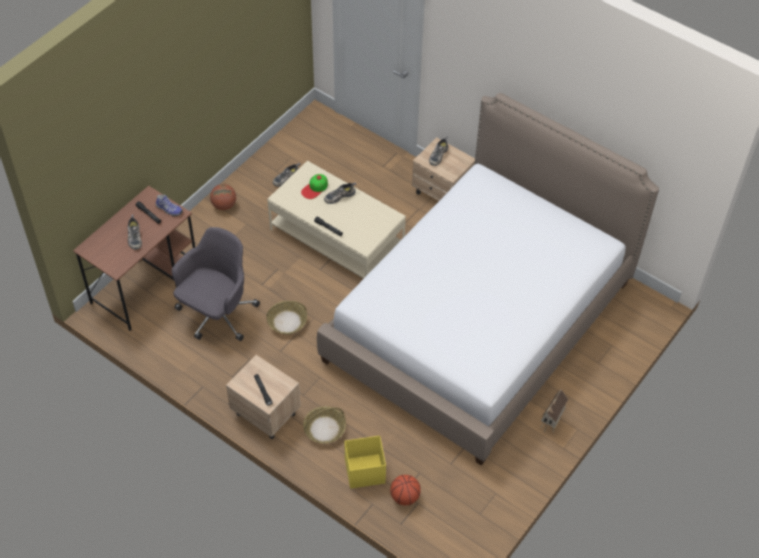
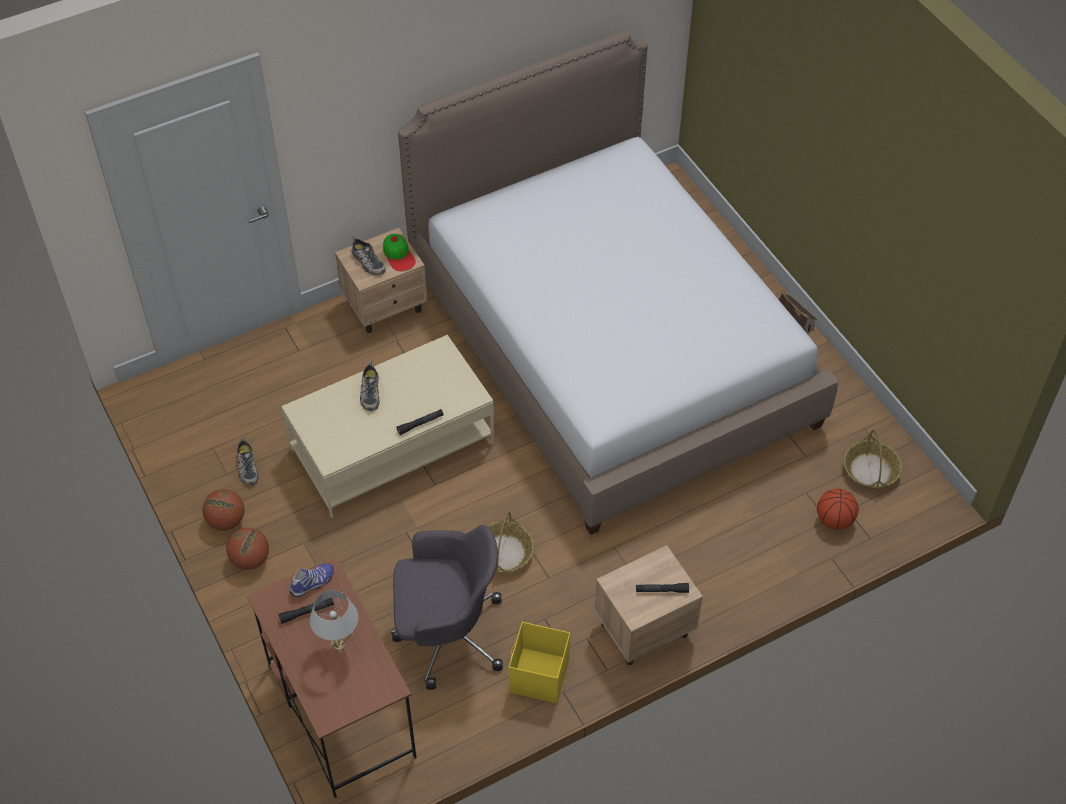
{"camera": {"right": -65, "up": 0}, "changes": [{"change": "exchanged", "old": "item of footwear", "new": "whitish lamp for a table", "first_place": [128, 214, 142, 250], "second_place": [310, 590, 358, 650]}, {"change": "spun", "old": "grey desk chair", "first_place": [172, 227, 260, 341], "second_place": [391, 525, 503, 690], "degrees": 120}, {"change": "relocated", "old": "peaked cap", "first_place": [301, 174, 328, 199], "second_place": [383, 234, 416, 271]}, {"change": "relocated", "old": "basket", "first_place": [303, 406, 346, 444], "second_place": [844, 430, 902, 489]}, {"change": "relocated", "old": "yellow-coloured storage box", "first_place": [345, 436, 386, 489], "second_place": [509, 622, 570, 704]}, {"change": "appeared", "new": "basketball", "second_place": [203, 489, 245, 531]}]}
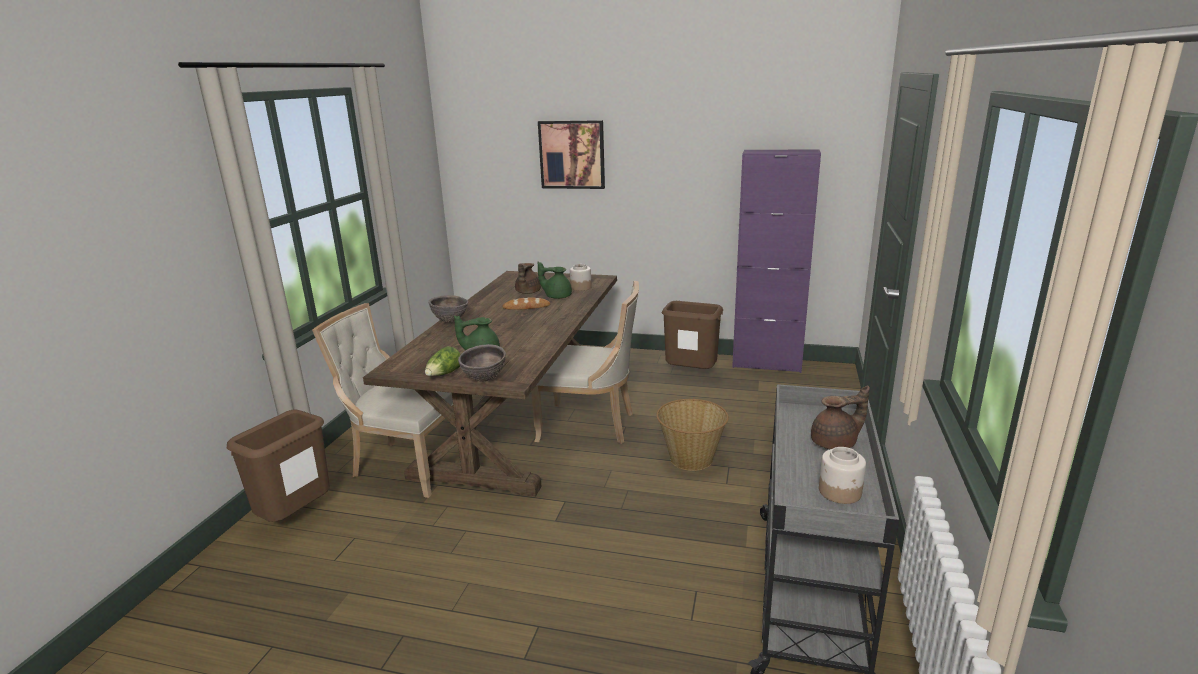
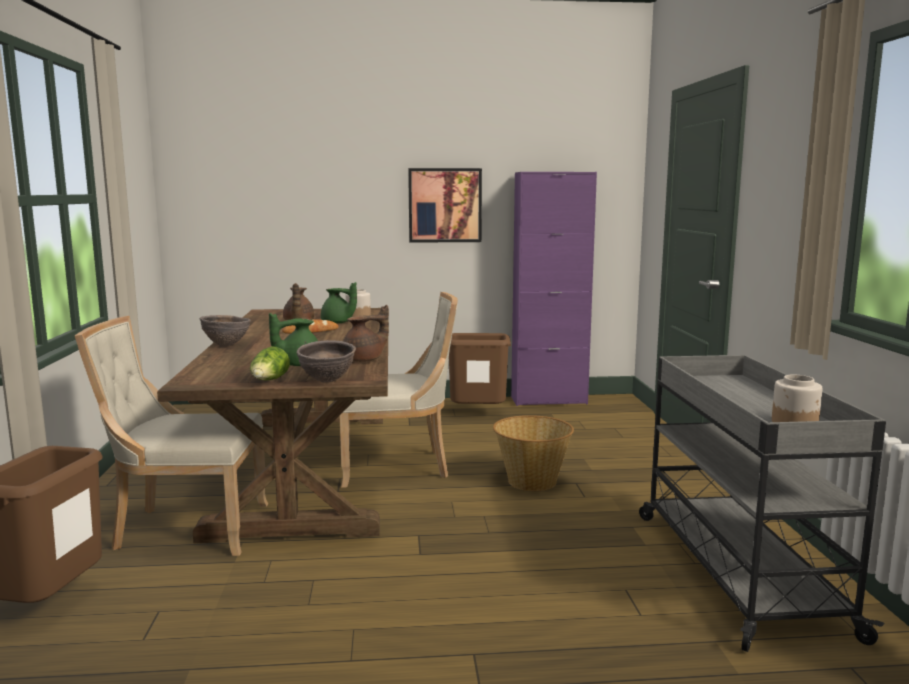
{"camera": {"right": -20, "up": -10}, "changes": [{"change": "spun", "old": "greenish tea pot", "first_place": [537, 262, 572, 299], "second_place": [321, 282, 357, 324], "degrees": -150}, {"change": "relocated", "old": "wall picture", "first_place": [538, 120, 605, 189], "second_place": [408, 168, 482, 243]}, {"change": "relocated", "old": "brown tea pot", "first_place": [811, 385, 870, 449], "second_place": [343, 305, 389, 362]}]}
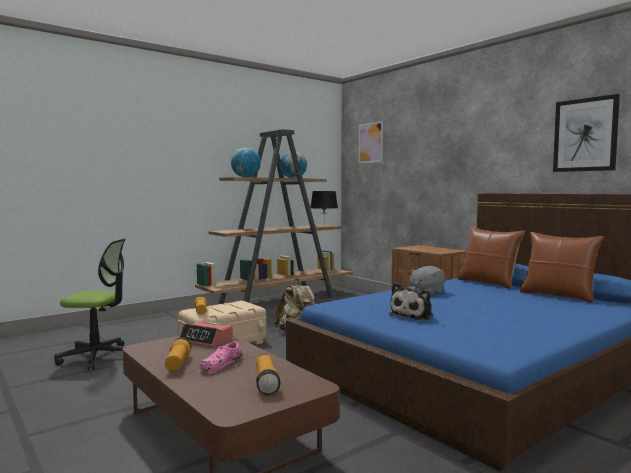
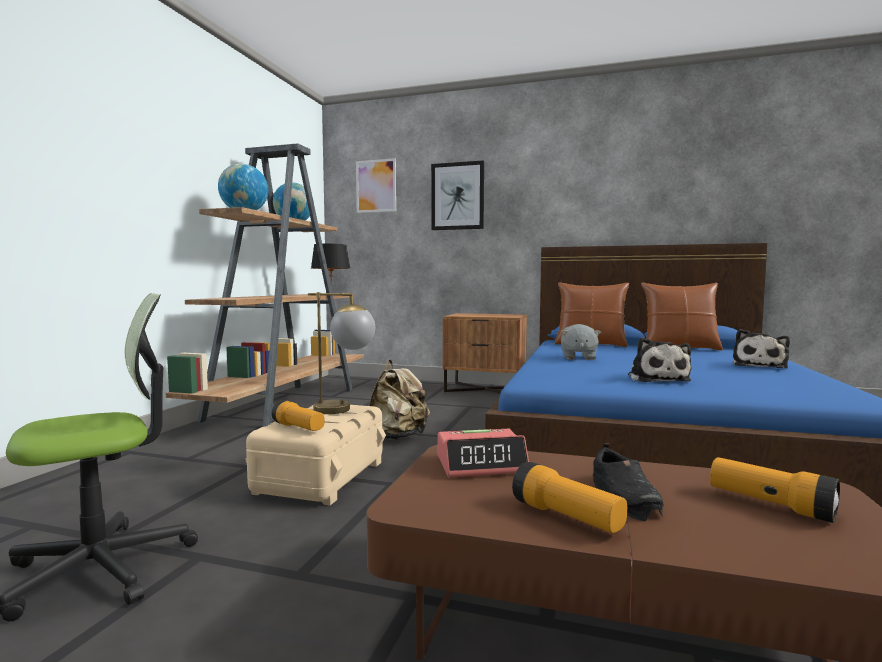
{"camera": {"right": -35, "up": 0}, "changes": [{"change": "colour", "old": "pinkish item of footwear", "new": "black item of footwear", "first_place": [198, 338, 243, 374], "second_place": [593, 443, 664, 522]}, {"change": "relocated", "old": "wall picture", "first_place": [553, 94, 620, 172], "second_place": [431, 160, 484, 230]}, {"change": "appeared", "new": "lamp for a table", "second_place": [308, 292, 375, 414]}, {"change": "appeared", "new": "plush toy", "second_place": [733, 329, 790, 369]}]}
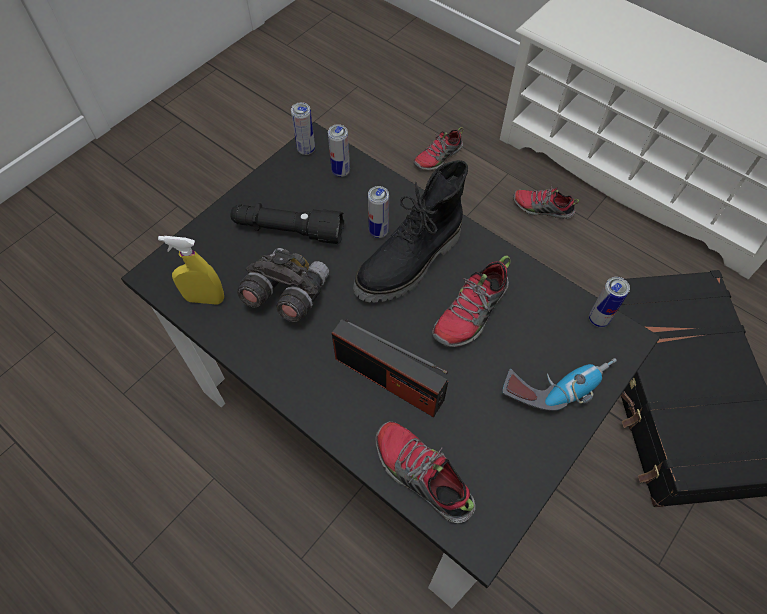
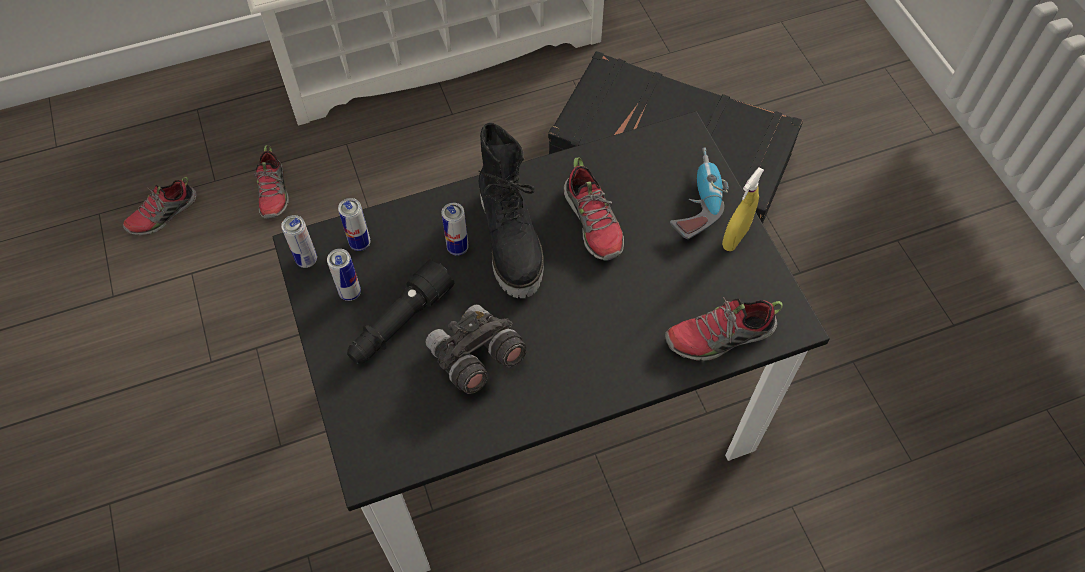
{"camera": {"right": -60, "up": 0}, "changes": [{"change": "relocated", "old": "yellow-coloured spray bottle", "first_place": [158, 236, 224, 305], "second_place": [722, 167, 764, 251]}, {"change": "missing", "old": "radio set", "first_place": [332, 319, 448, 417]}, {"change": "relocated", "old": "item of footwear", "first_place": [513, 184, 579, 219], "second_place": [123, 177, 197, 236]}, {"change": "relocated", "old": "can", "first_place": [589, 277, 630, 328], "second_place": [327, 249, 361, 301]}]}
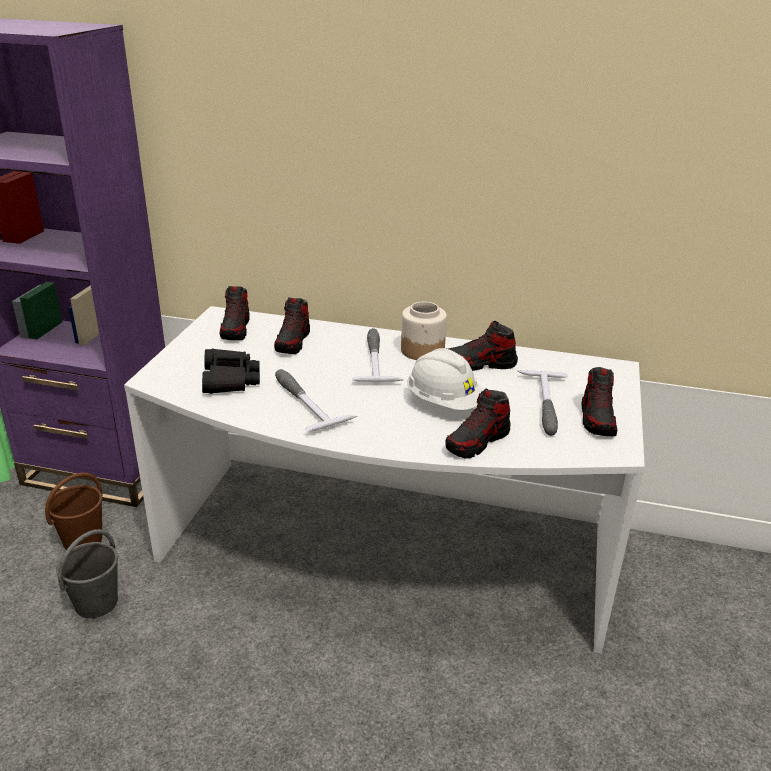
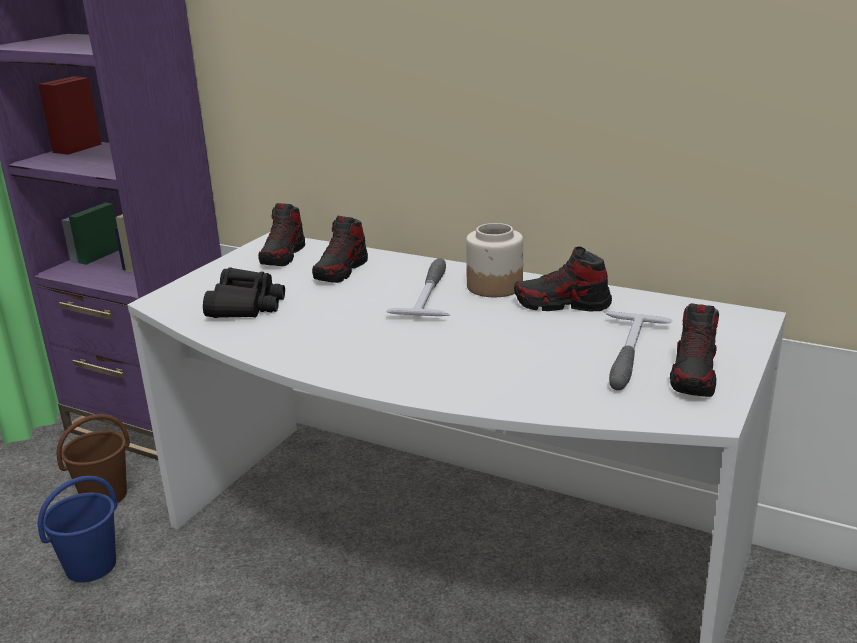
{"camera": {"right": 15, "up": -5}, "changes": [{"change": "colour", "old": "grey pail", "new": "blue pail", "first_place": [56, 529, 118, 618], "second_place": [38, 476, 117, 583]}, {"change": "missing", "old": "hammer", "first_place": [275, 369, 357, 432]}, {"change": "missing", "old": "whitish work helmet", "first_place": [407, 348, 484, 410]}, {"change": "missing", "old": "item of footwear", "first_place": [446, 388, 510, 459]}]}
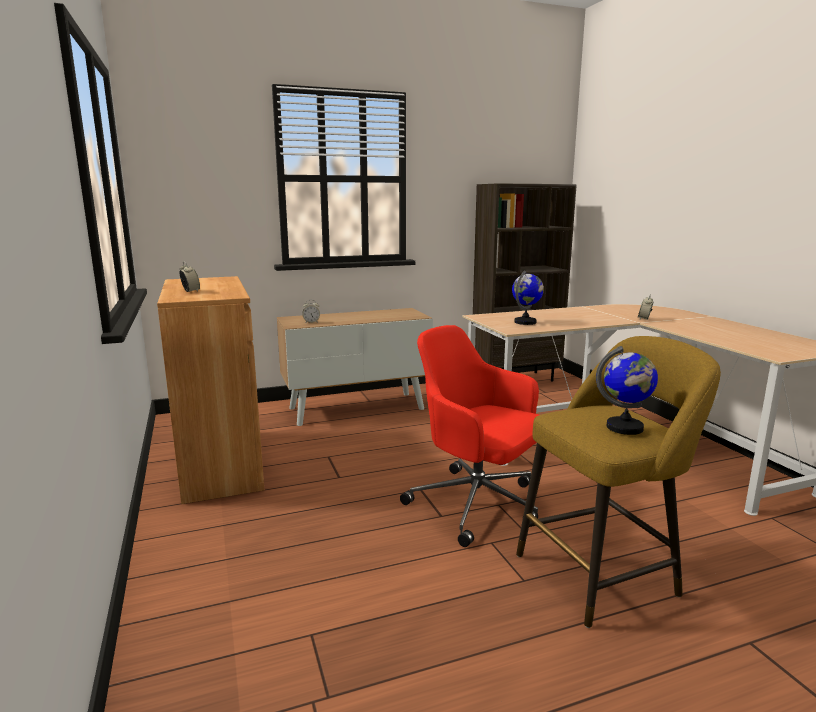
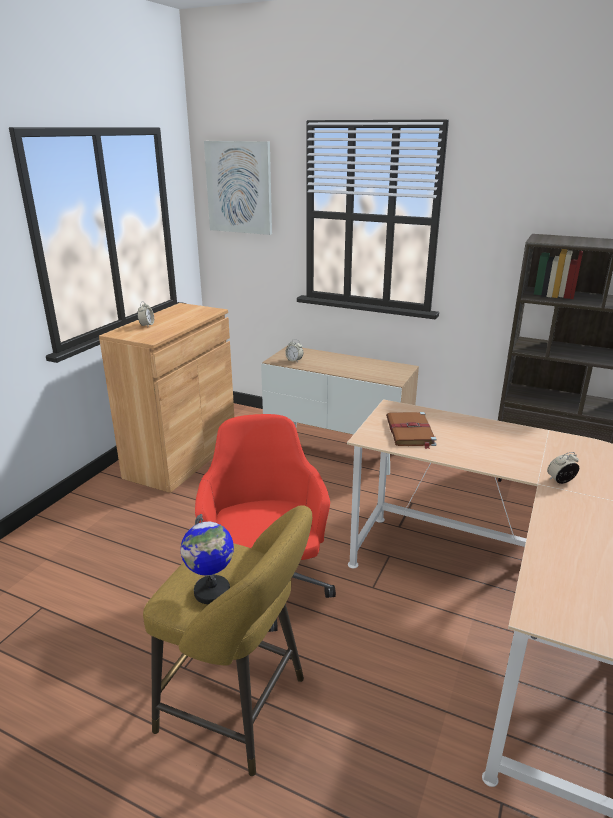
{"camera": {"right": 45, "up": 10}, "changes": [{"change": "exchanged", "old": "world globe", "new": "brown book", "first_place": [512, 270, 544, 325], "second_place": [386, 412, 436, 449]}, {"change": "appeared", "new": "wall picture", "second_place": [204, 141, 272, 235]}]}
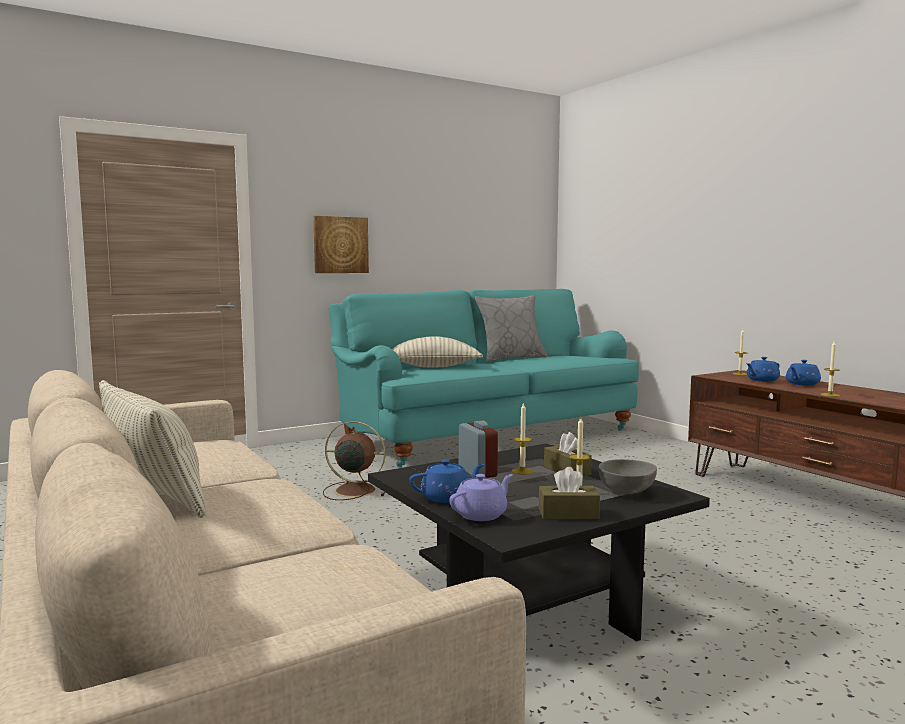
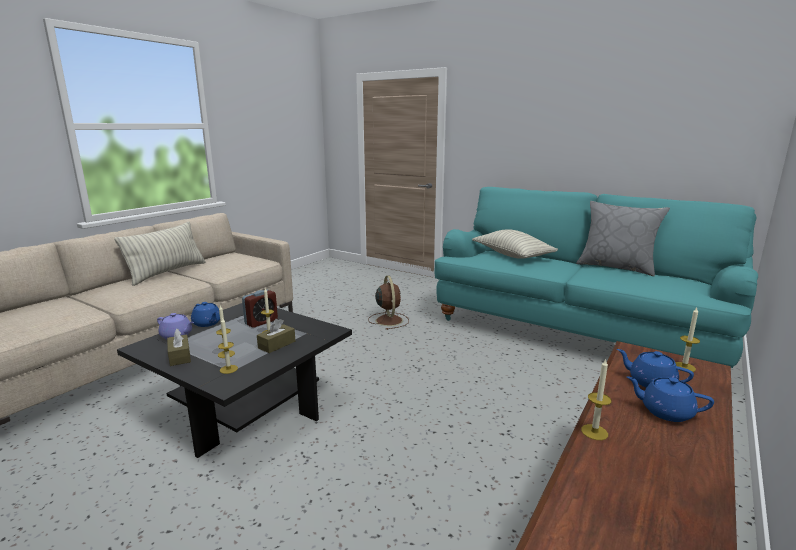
{"camera": {"right": 65, "up": 10}, "changes": [{"change": "missing", "old": "wall picture", "first_place": [313, 216, 369, 273]}, {"change": "exchanged", "old": "grey bowl", "new": "wax light", "first_place": [599, 459, 657, 494], "second_place": [218, 317, 238, 374]}]}
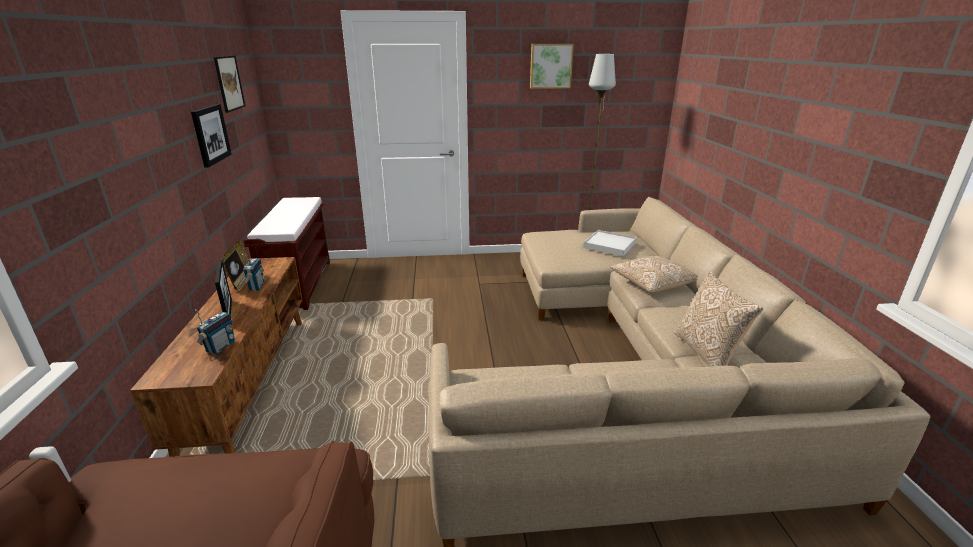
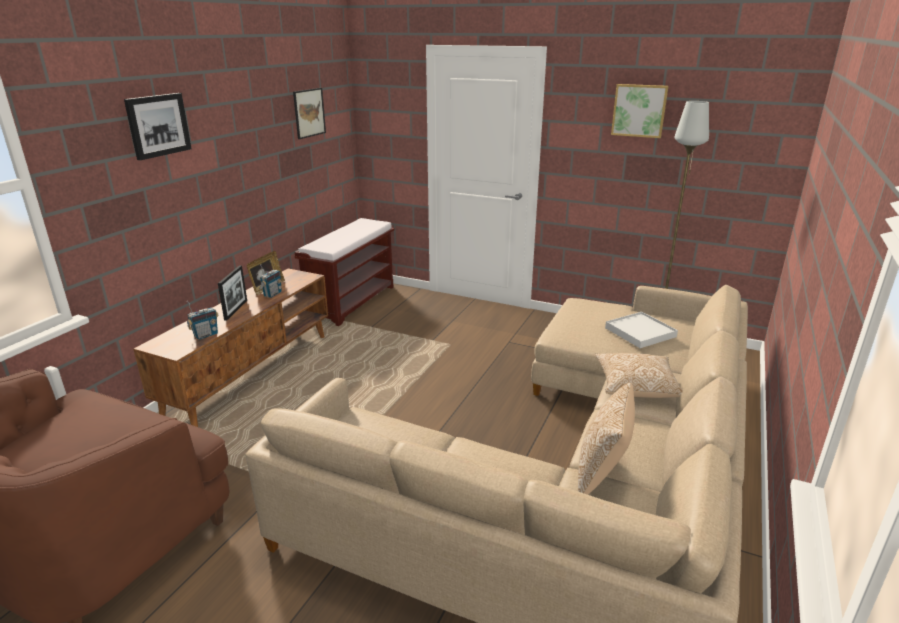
{"camera": {"right": 30, "up": 0}, "changes": [{"change": "relocated", "old": "wall picture", "first_place": [191, 104, 232, 167], "second_place": [124, 93, 192, 160]}]}
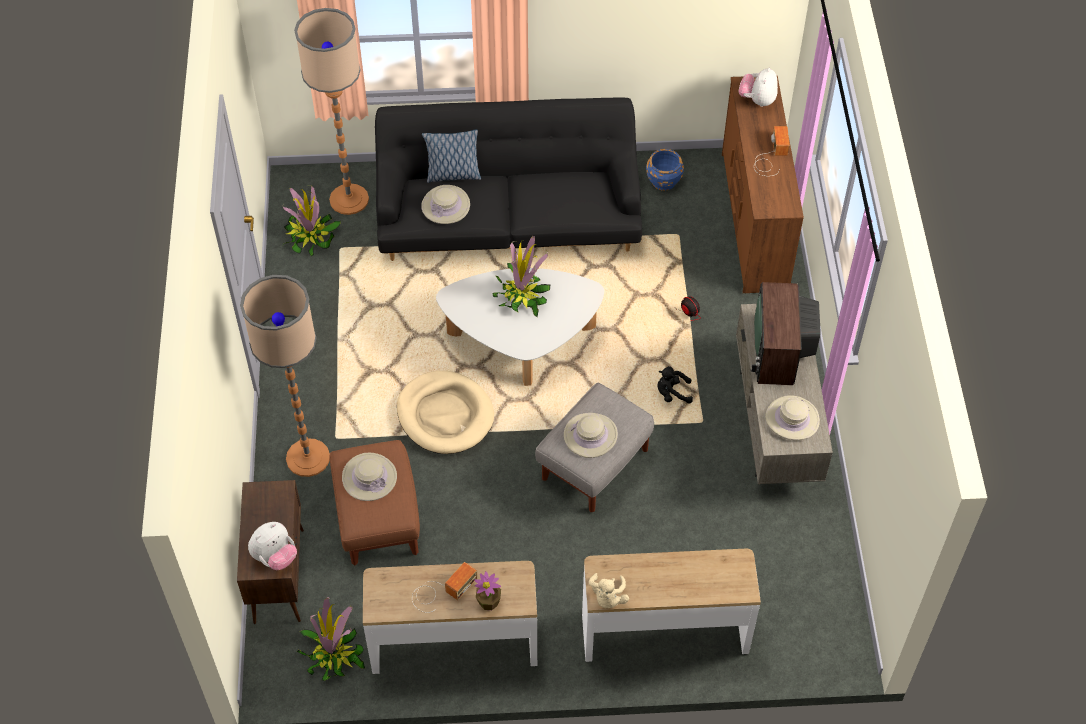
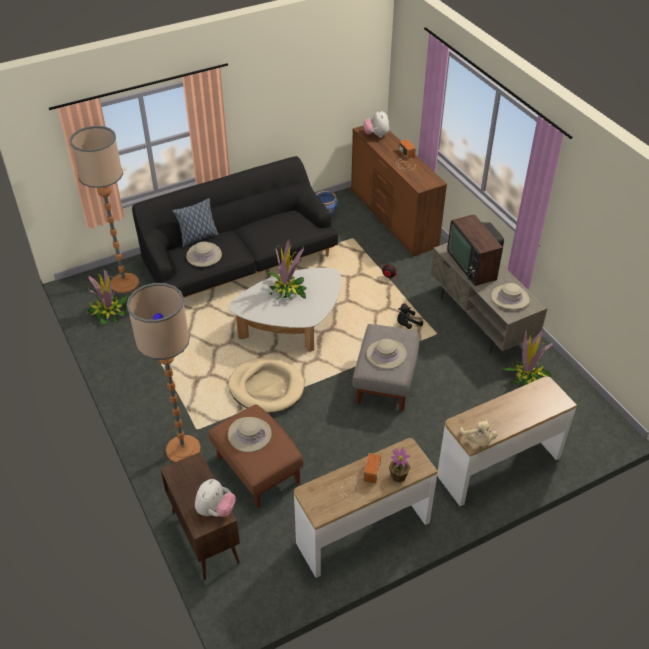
{"camera": {"right": -25, "up": -10}, "changes": [{"change": "relocated", "old": "plant in a pot", "first_place": [297, 597, 365, 681], "second_place": [502, 328, 554, 387]}]}
